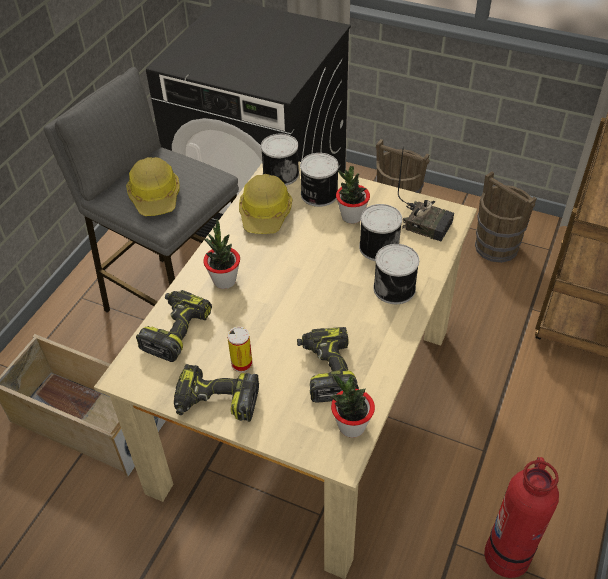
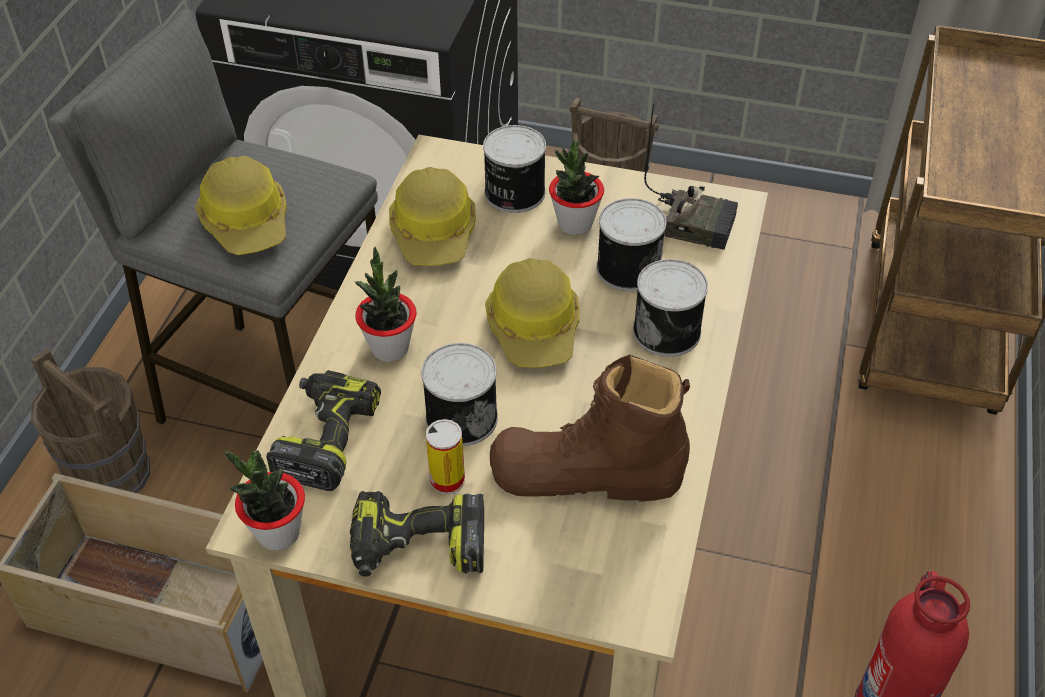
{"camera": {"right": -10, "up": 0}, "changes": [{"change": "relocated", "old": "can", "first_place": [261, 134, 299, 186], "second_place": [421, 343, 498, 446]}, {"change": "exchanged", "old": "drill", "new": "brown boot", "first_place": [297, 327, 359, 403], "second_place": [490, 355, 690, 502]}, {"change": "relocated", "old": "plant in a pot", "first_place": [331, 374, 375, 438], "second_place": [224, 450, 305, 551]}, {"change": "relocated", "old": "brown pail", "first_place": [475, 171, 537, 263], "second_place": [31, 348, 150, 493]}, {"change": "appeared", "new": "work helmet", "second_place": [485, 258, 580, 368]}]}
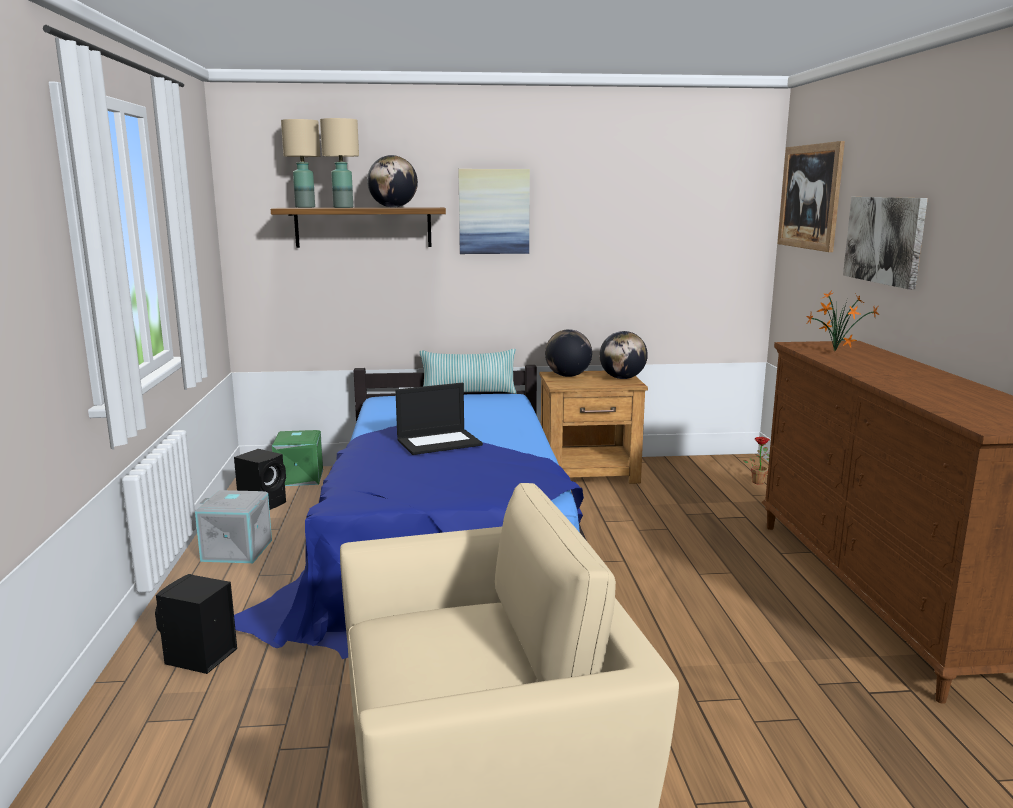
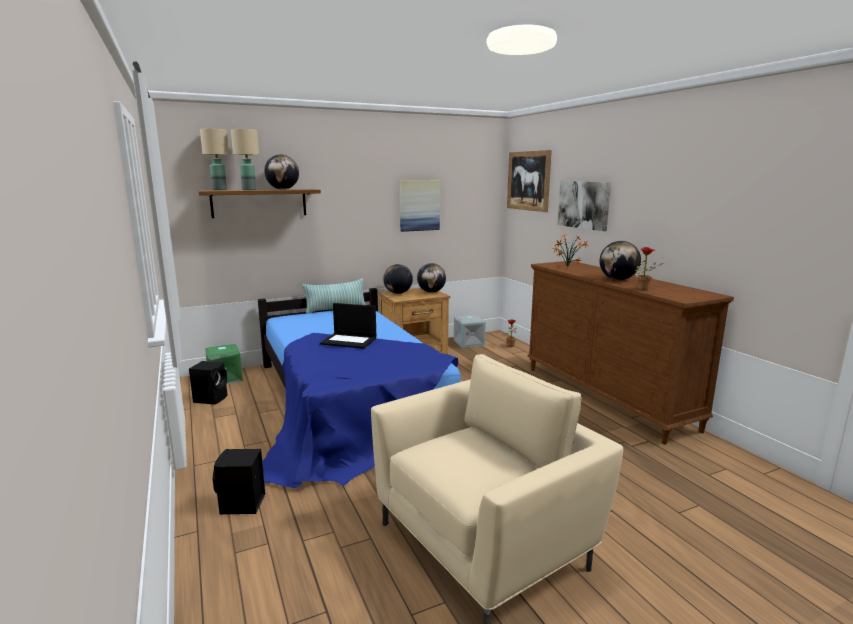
{"camera": {"right": -20, "up": 0}, "changes": [{"change": "relocated", "old": "grey storage box", "first_place": [195, 490, 272, 563], "second_place": [454, 315, 486, 348]}, {"change": "spun", "old": "notebook computer", "first_place": [395, 383, 483, 455], "second_place": [320, 303, 376, 349], "degrees": 60}, {"change": "relocated", "old": "wall picture", "first_place": [458, 169, 530, 254], "second_place": [400, 180, 440, 232]}, {"change": "appeared", "new": "world globe", "second_place": [599, 241, 641, 280]}, {"change": "appeared", "new": "plant in a pot", "second_place": [635, 247, 664, 291]}]}
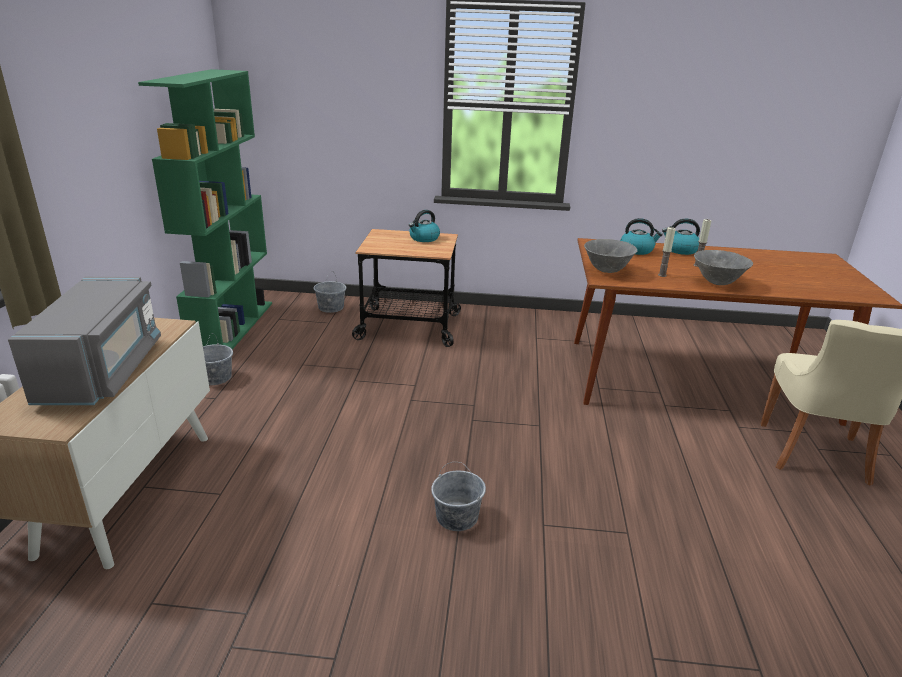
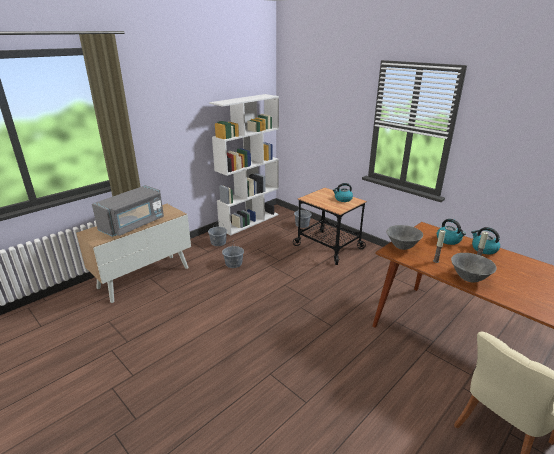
{"camera": {"right": 40, "up": 0}, "changes": [{"change": "colour", "old": "greenish bookshelf", "new": "whitish bookshelf", "first_place": [138, 69, 272, 349], "second_place": [209, 94, 279, 236]}, {"change": "relocated", "old": "grey pail", "first_place": [431, 462, 486, 531], "second_place": [222, 242, 244, 268]}]}
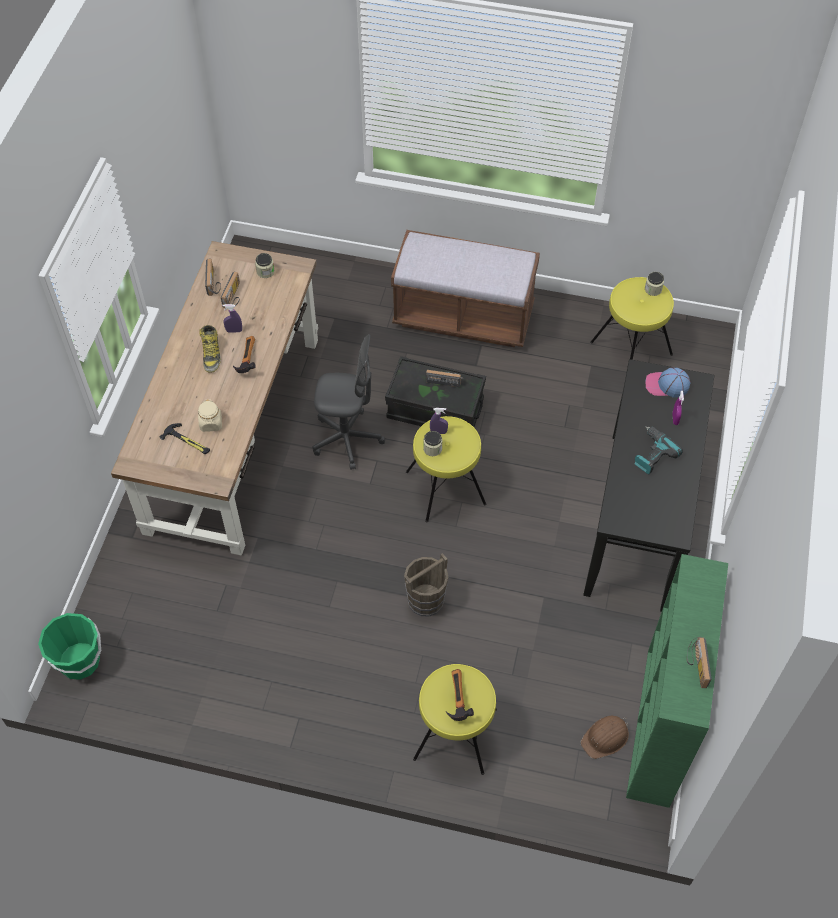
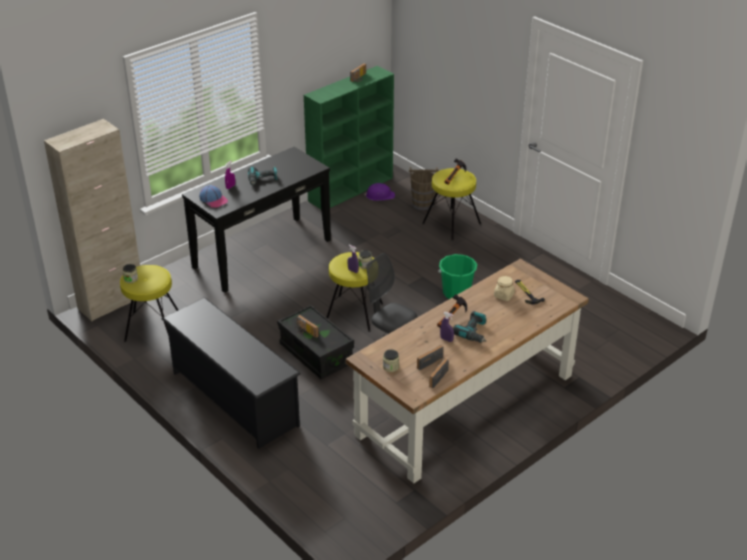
{"camera": {"right": -145, "up": -20}, "changes": [{"change": "relocated", "old": "greenish pail", "first_place": [38, 613, 101, 680], "second_place": [438, 254, 477, 299]}, {"change": "exchanged", "old": "boot", "new": "drill", "first_place": [199, 325, 221, 373], "second_place": [453, 311, 486, 343]}, {"change": "exchanged", "old": "brown long seat", "new": "black shoe shelf", "first_place": [391, 230, 540, 347], "second_place": [162, 297, 301, 449]}, {"change": "relocated", "old": "brown pail", "first_place": [404, 553, 448, 617], "second_place": [409, 167, 439, 210]}, {"change": "colour", "old": "brown work helmet", "new": "purplish work helmet", "first_place": [580, 716, 629, 759], "second_place": [364, 183, 395, 201]}, {"change": "appeared", "new": "beige cupboard", "second_place": [44, 119, 140, 321]}]}
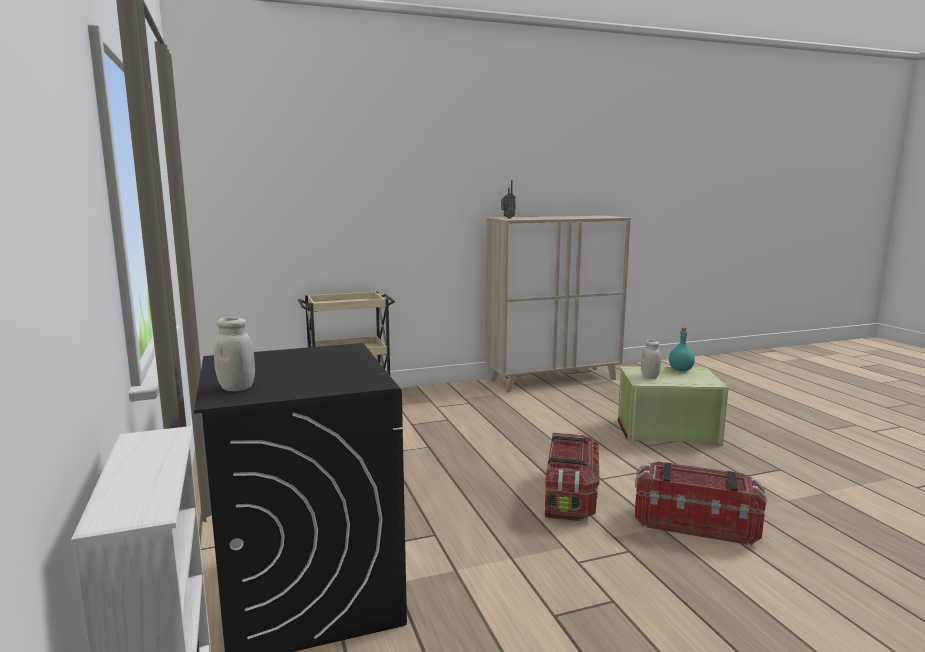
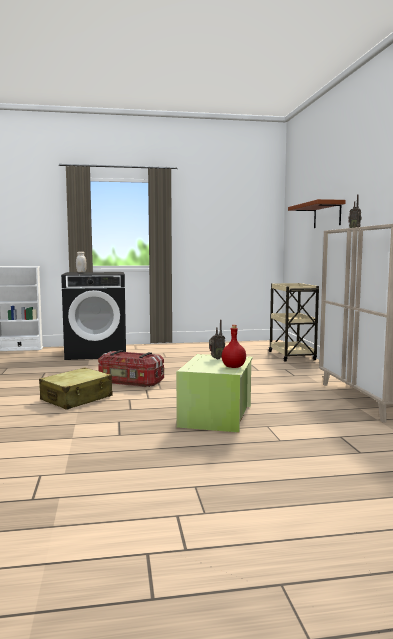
{"camera": {"right": 100, "up": -5}, "changes": [{"change": "exchanged", "old": "storage box", "new": "beige piece of luggage", "first_place": [635, 462, 767, 545], "second_place": [39, 368, 113, 410]}, {"change": "exchanged", "old": "whitish storage jar", "new": "radio set", "first_place": [641, 340, 661, 379], "second_place": [209, 319, 225, 359]}, {"change": "colour", "old": "blue-green beverage bottle", "new": "red-coloured beverage bottle", "first_place": [669, 328, 695, 371], "second_place": [222, 325, 246, 368]}, {"change": "appeared", "new": "brown shelf", "second_place": [288, 199, 346, 228]}]}
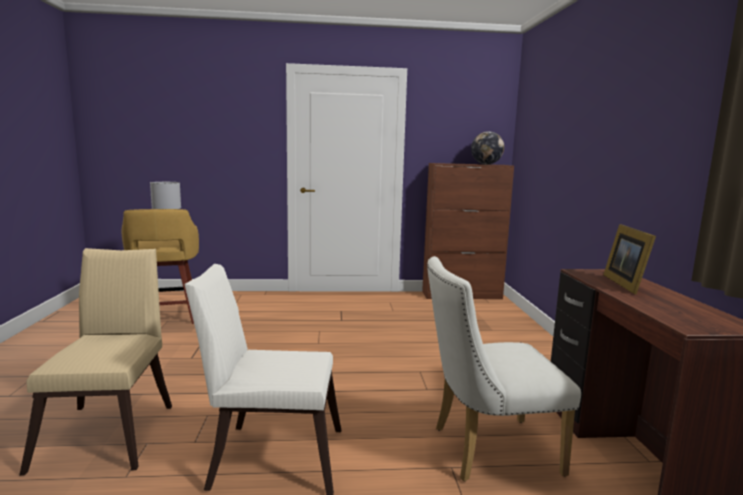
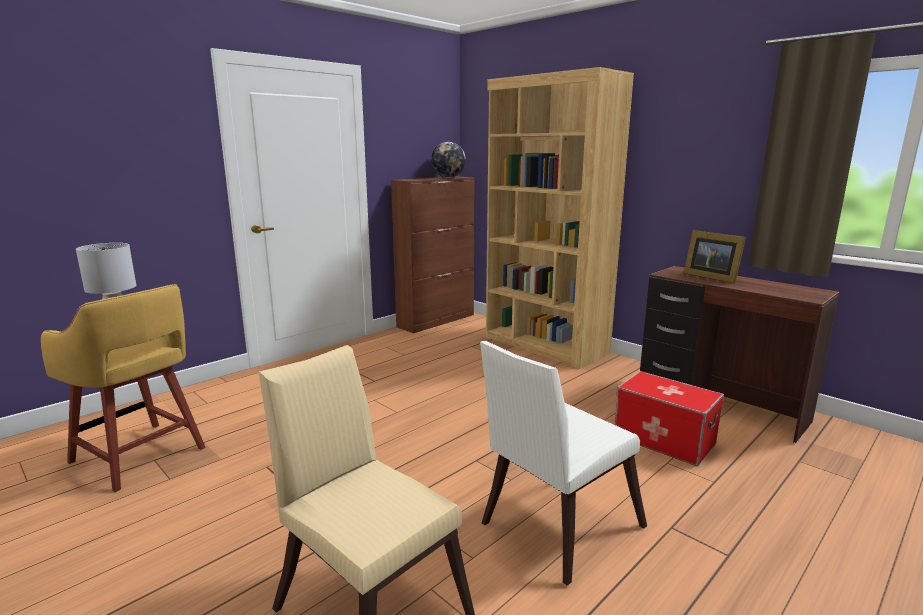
{"camera": {"right": -40, "up": 5}, "changes": [{"change": "exchanged", "old": "whitish chair", "new": "storage box", "first_place": [427, 256, 581, 482], "second_place": [615, 371, 724, 466]}, {"change": "appeared", "new": "brown bookshelf", "second_place": [486, 67, 634, 369]}]}
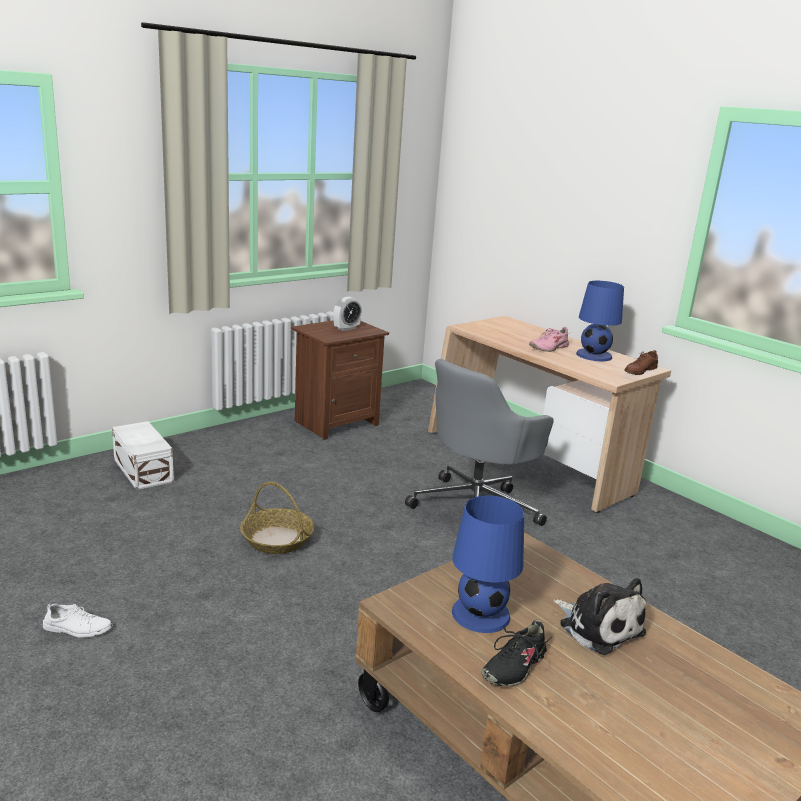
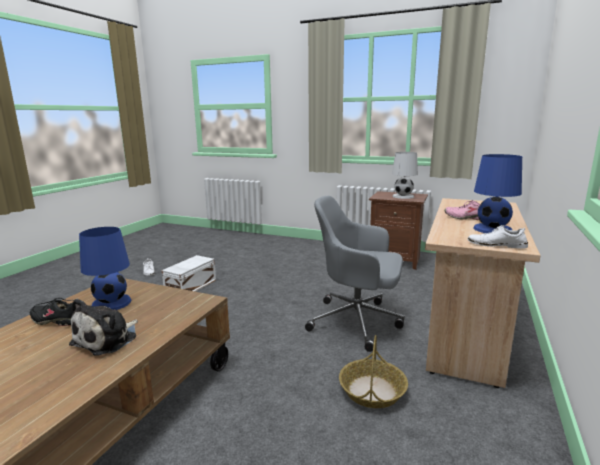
{"camera": {"right": 65, "up": -5}, "changes": [{"change": "relocated", "old": "whitish storage box", "first_place": [112, 421, 174, 490], "second_place": [162, 255, 216, 292]}, {"change": "relocated", "old": "basket", "first_place": [240, 482, 314, 554], "second_place": [339, 335, 408, 408]}, {"change": "exchanged", "old": "bedside clock", "new": "whitish lamp for a table", "first_place": [333, 297, 362, 331], "second_place": [392, 152, 418, 199]}, {"change": "colour", "old": "brown item of footwear", "new": "whitish item of footwear", "first_place": [624, 350, 658, 375], "second_place": [467, 225, 528, 249]}]}
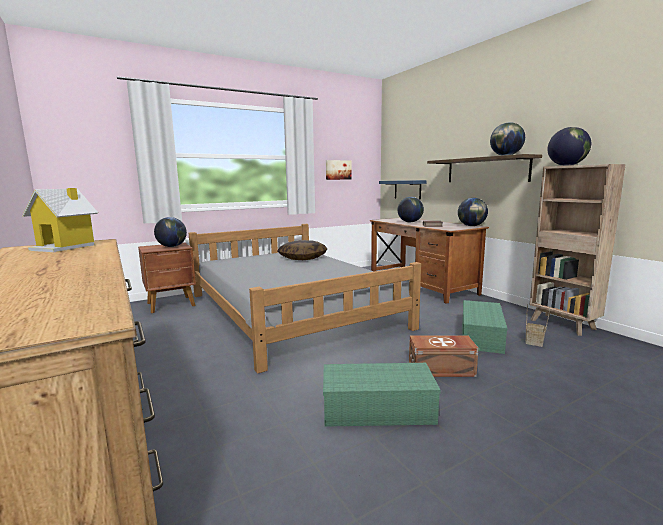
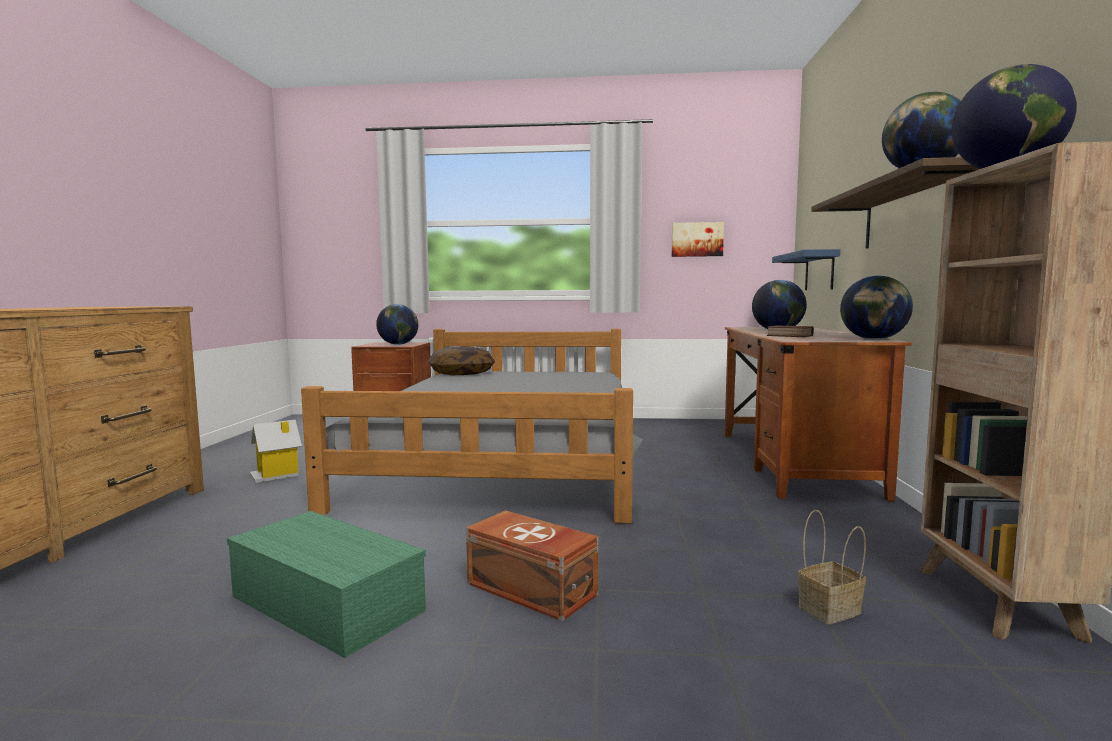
{"camera": {"right": 35, "up": -5}, "changes": [{"change": "relocated", "old": "miniature house", "first_place": [22, 188, 98, 252], "second_place": [250, 420, 302, 483]}, {"change": "relocated", "old": "pillow", "first_place": [277, 240, 327, 260], "second_place": [428, 347, 495, 376]}, {"change": "missing", "old": "greenish storage box", "first_place": [462, 300, 508, 354]}]}
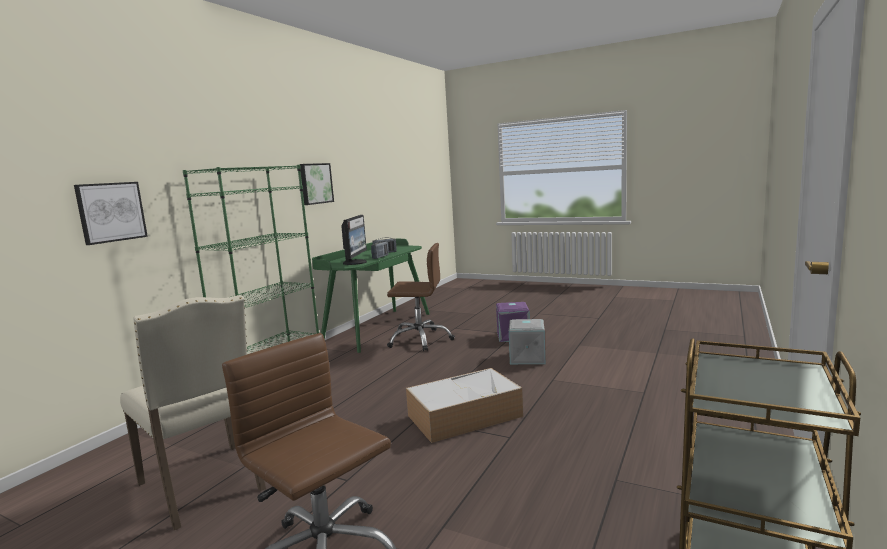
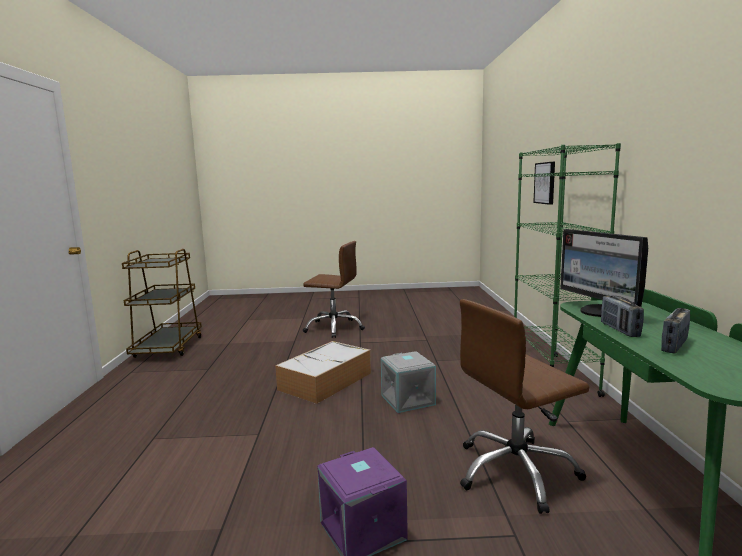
{"camera": {"right": 150, "up": 0}, "changes": [{"change": "missing", "old": "beige chair", "first_place": [120, 295, 266, 530]}, {"change": "missing", "old": "wall picture", "first_place": [300, 163, 334, 205]}, {"change": "relocated", "old": "grey storage box", "first_place": [509, 319, 545, 364], "second_place": [381, 351, 436, 413]}]}
